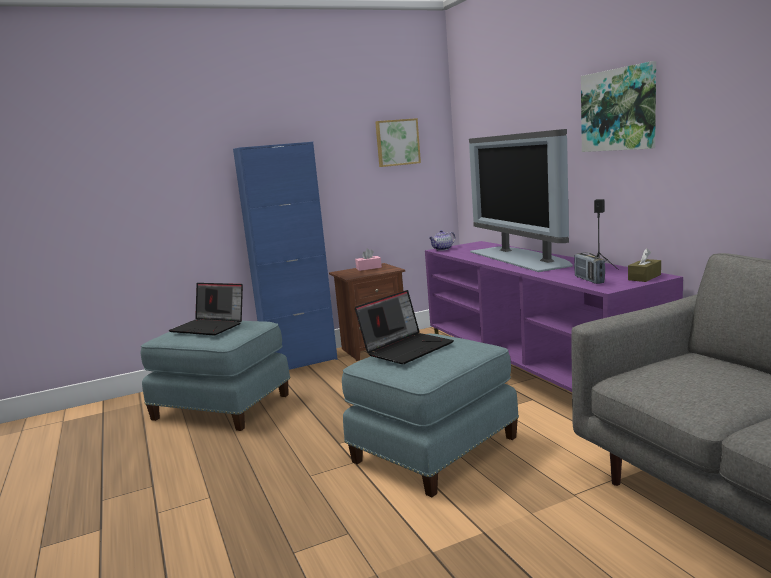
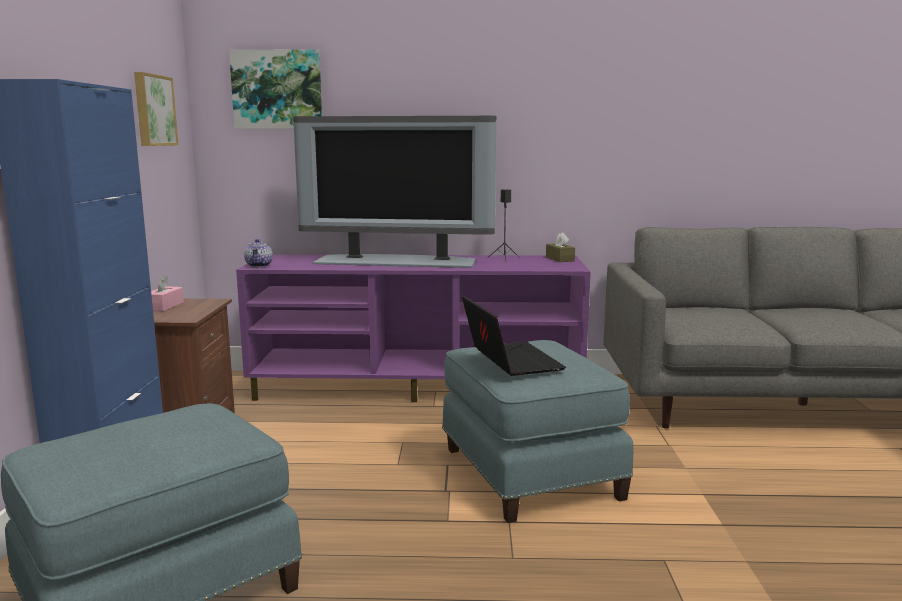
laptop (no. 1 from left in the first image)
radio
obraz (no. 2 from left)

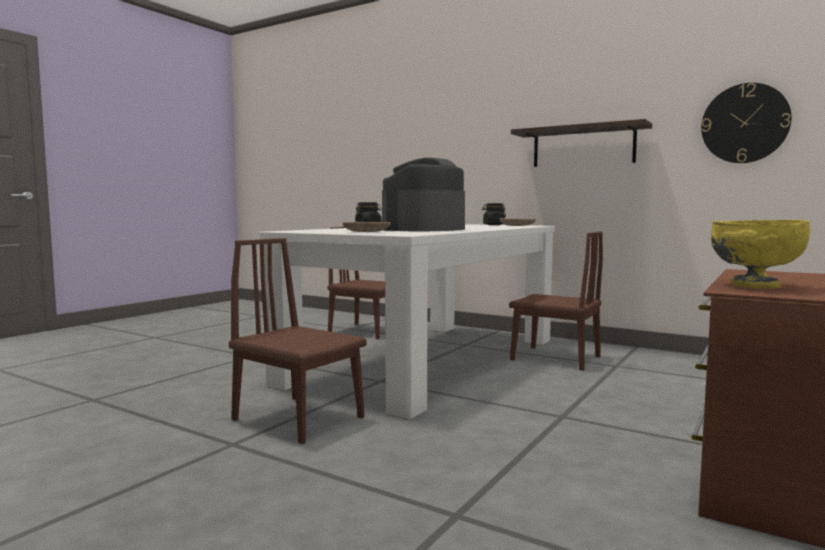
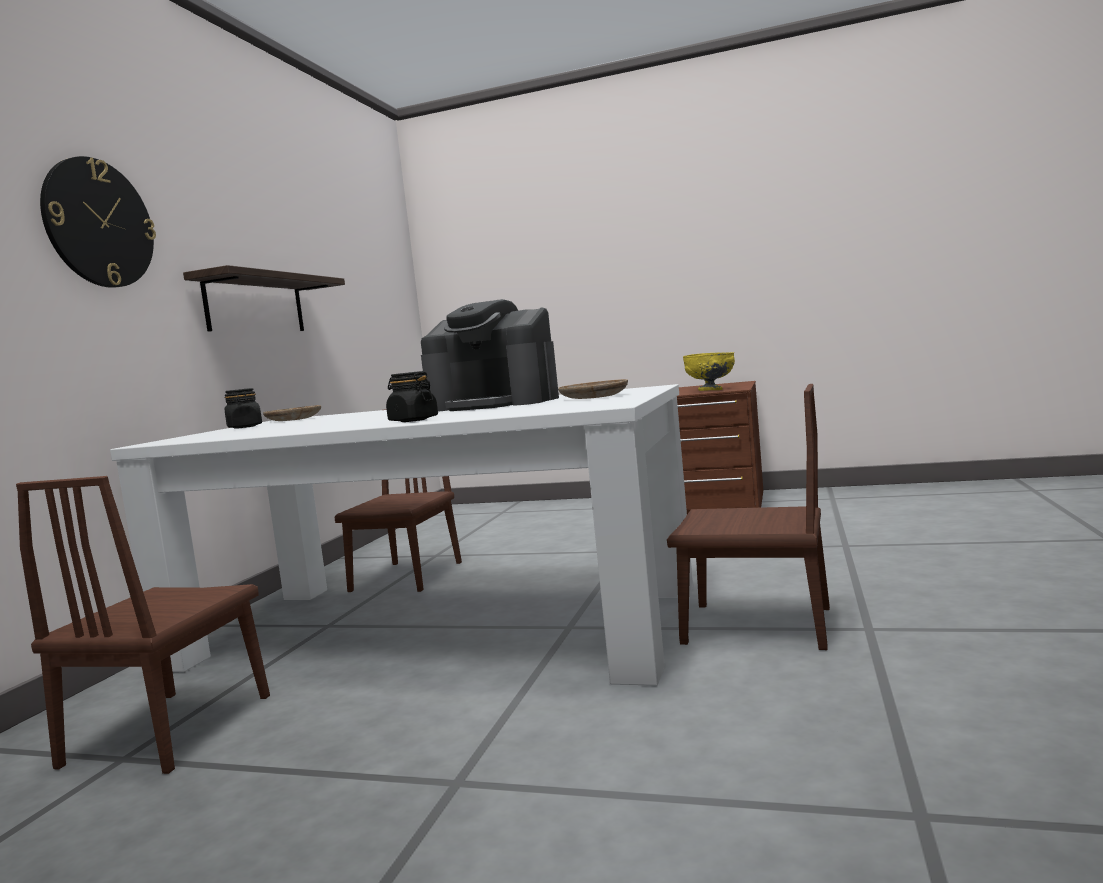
krzesło (brązowy) (no. 3 from left)
zegar ścienny

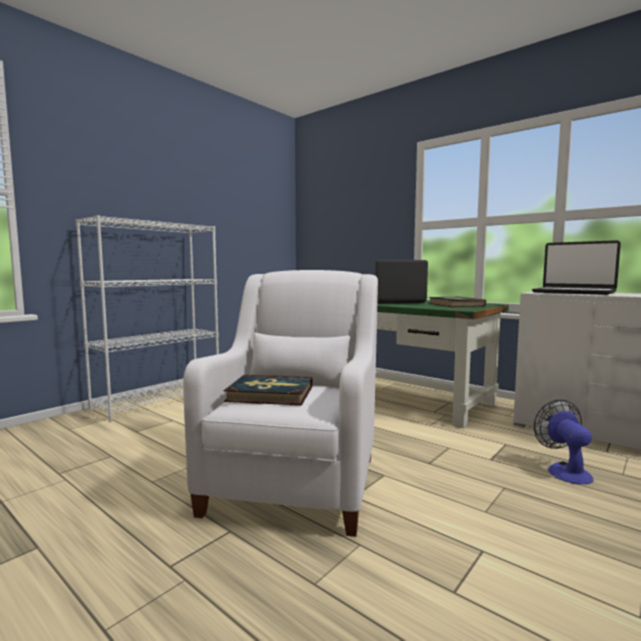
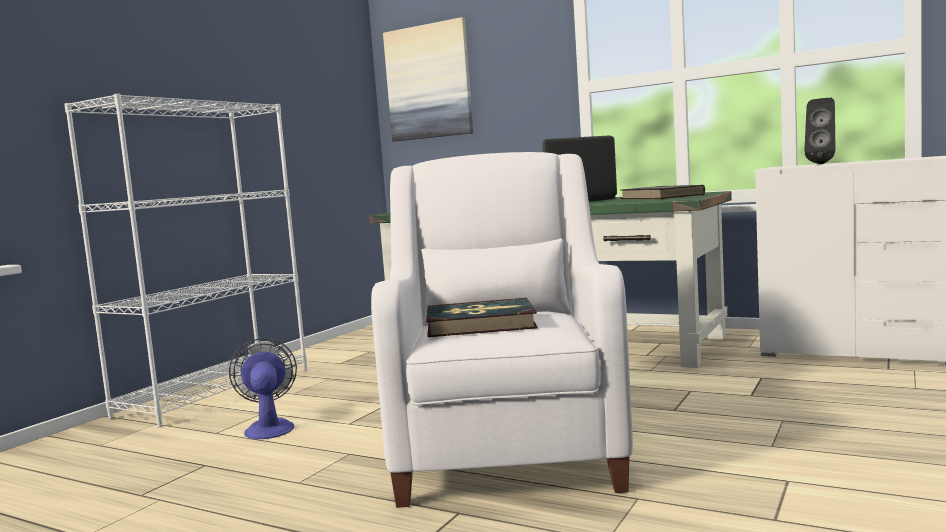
głośnik (czarny)
wentylator
obraz

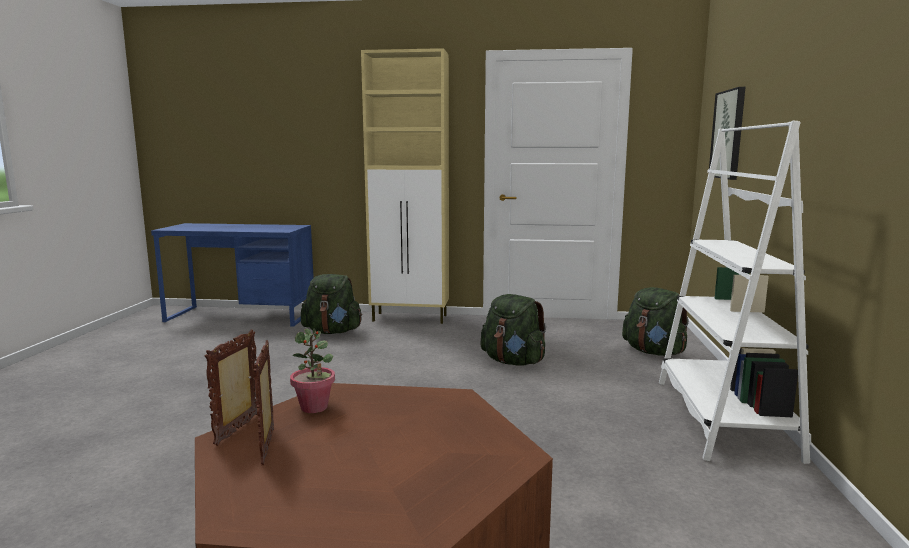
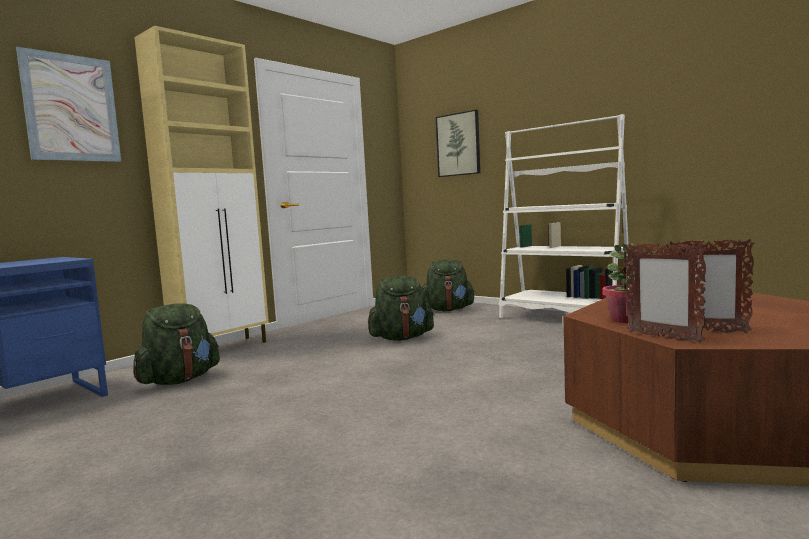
obraz (no. 1 from left)

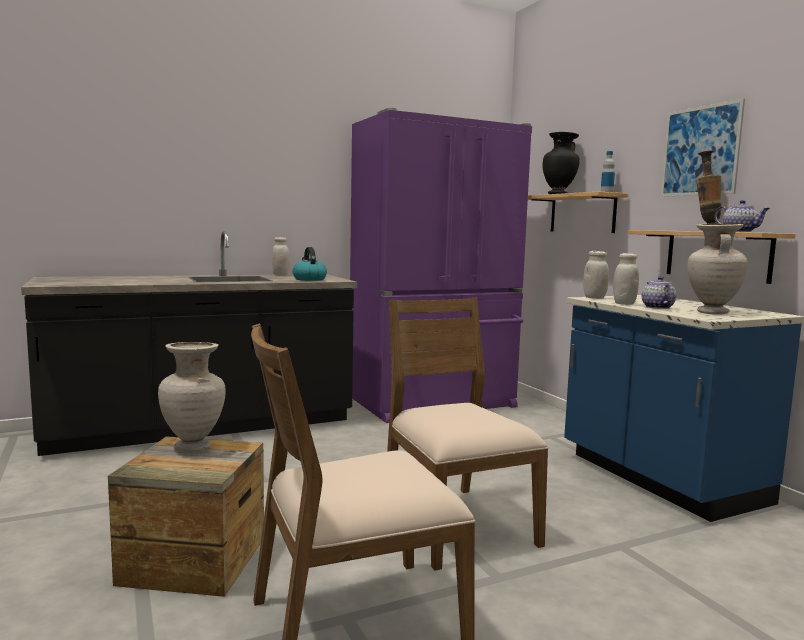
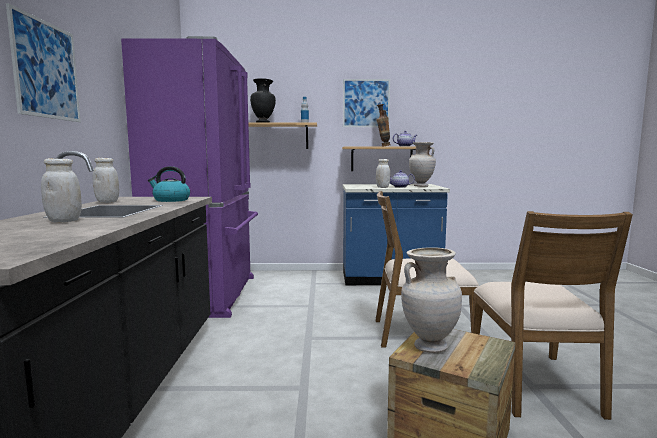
słoik (biały) (no. 1 from left)
obraz (no. 1 from left)

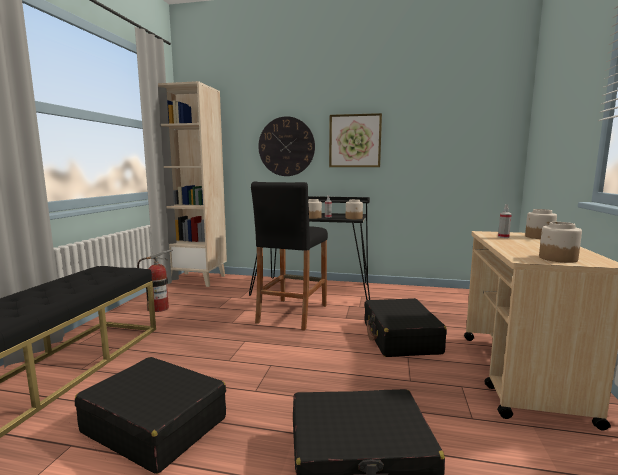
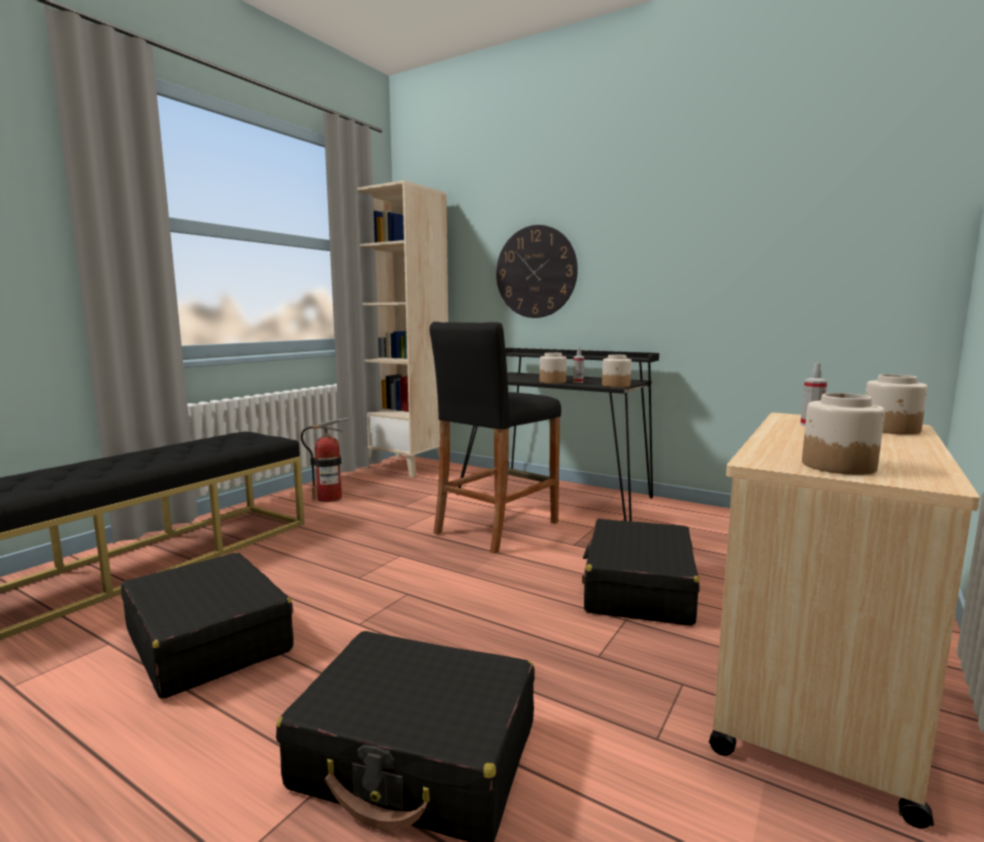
obraz

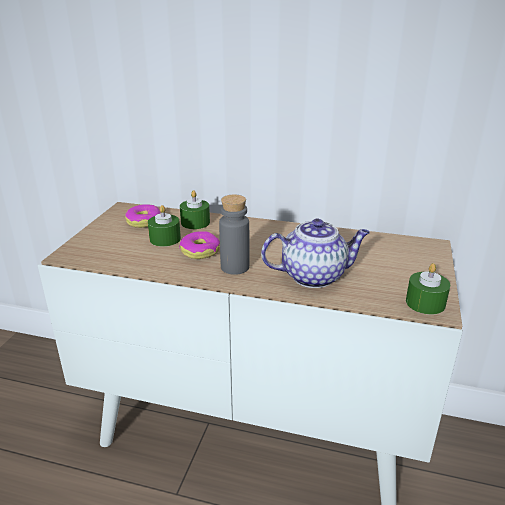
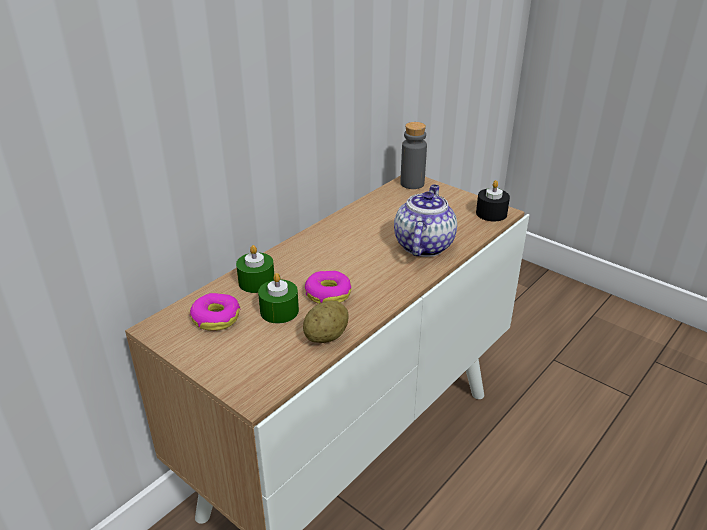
butelka (szary)
świeca (czarny)
ziemniak

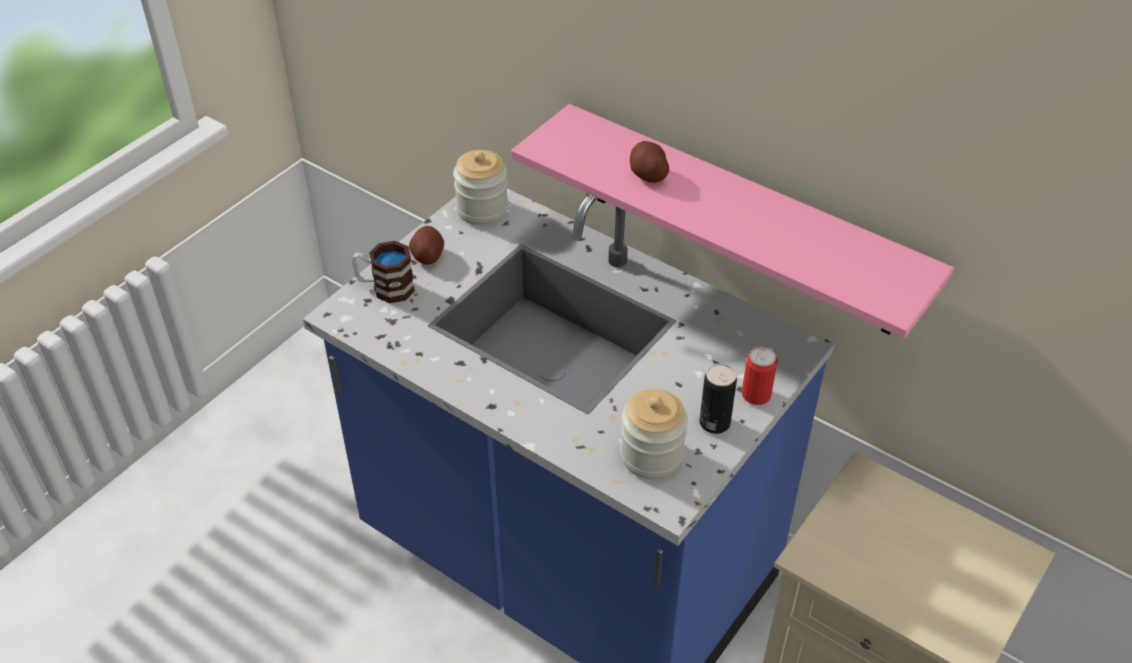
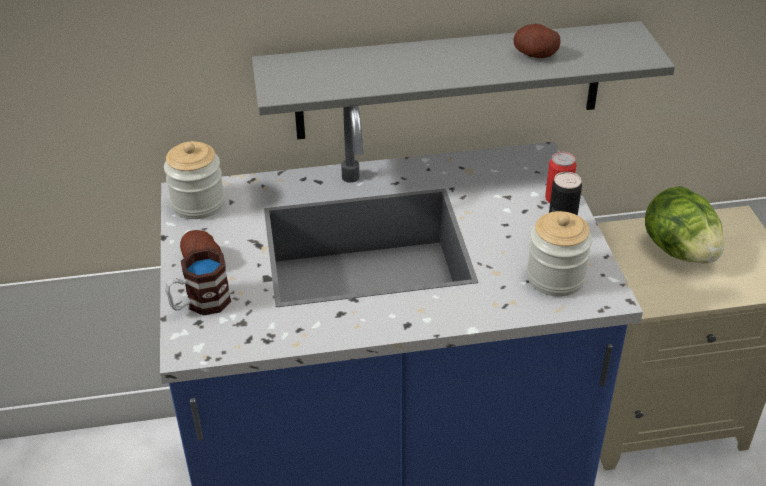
półka (szary)
ziemniak (no. 2 from left)
sałata

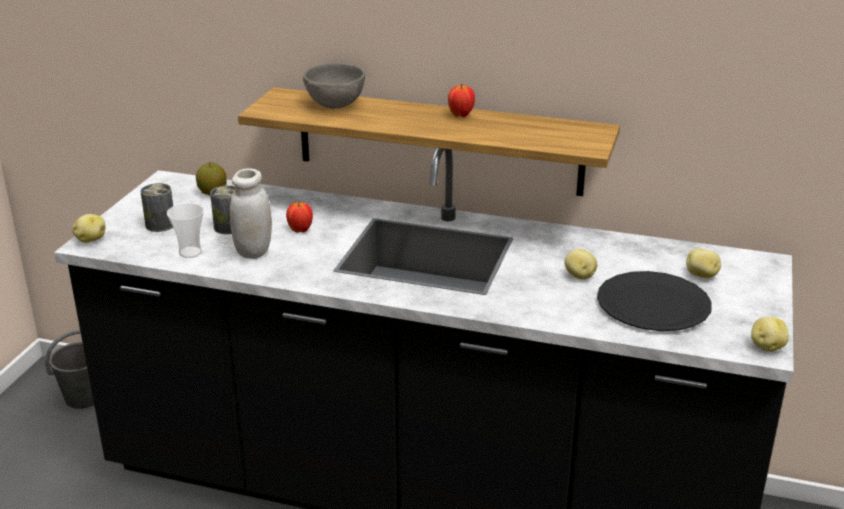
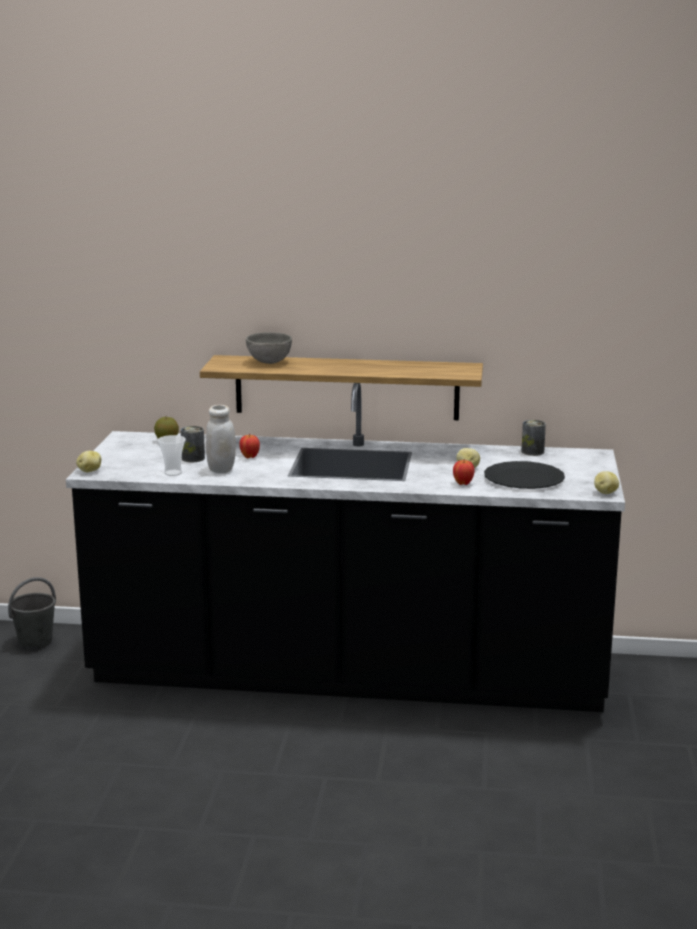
puszka (no. 2 from left)
jabłko (no. 3 from left)
ziemniak (no. 3 from left in the first image)

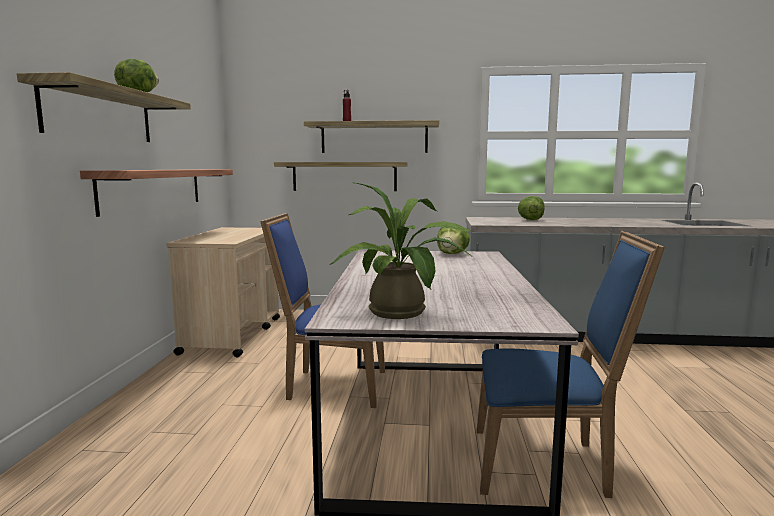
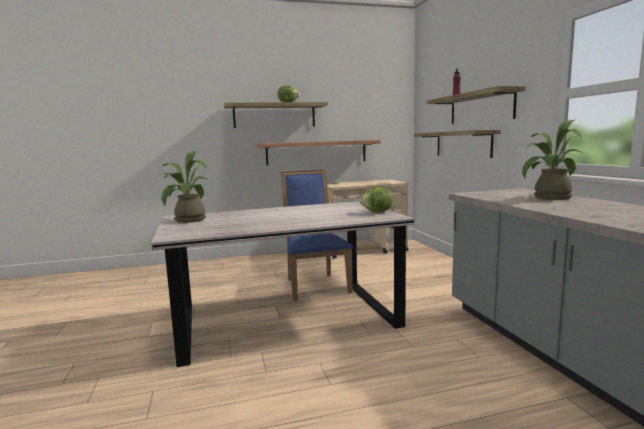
krzesło (niebieski) (no. 2 from left in the first image)
roślina doniczkowa (no. 2 from left)

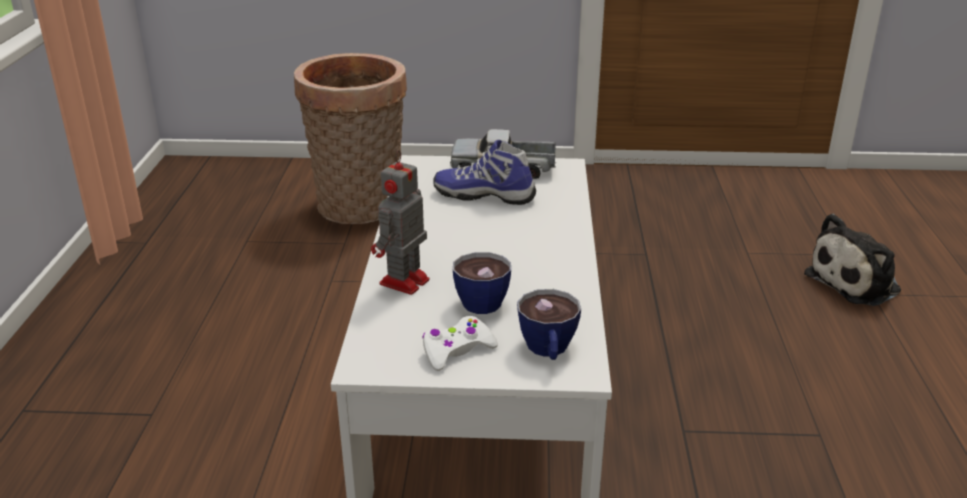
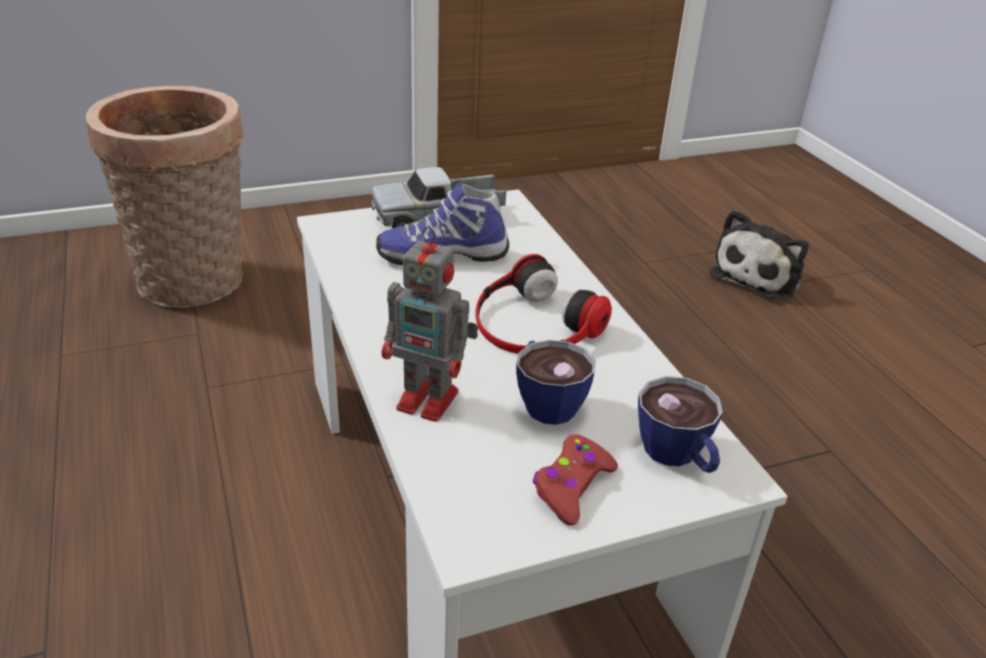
robot zabawkowy
pad do gier (czerwony)
słuchawki

